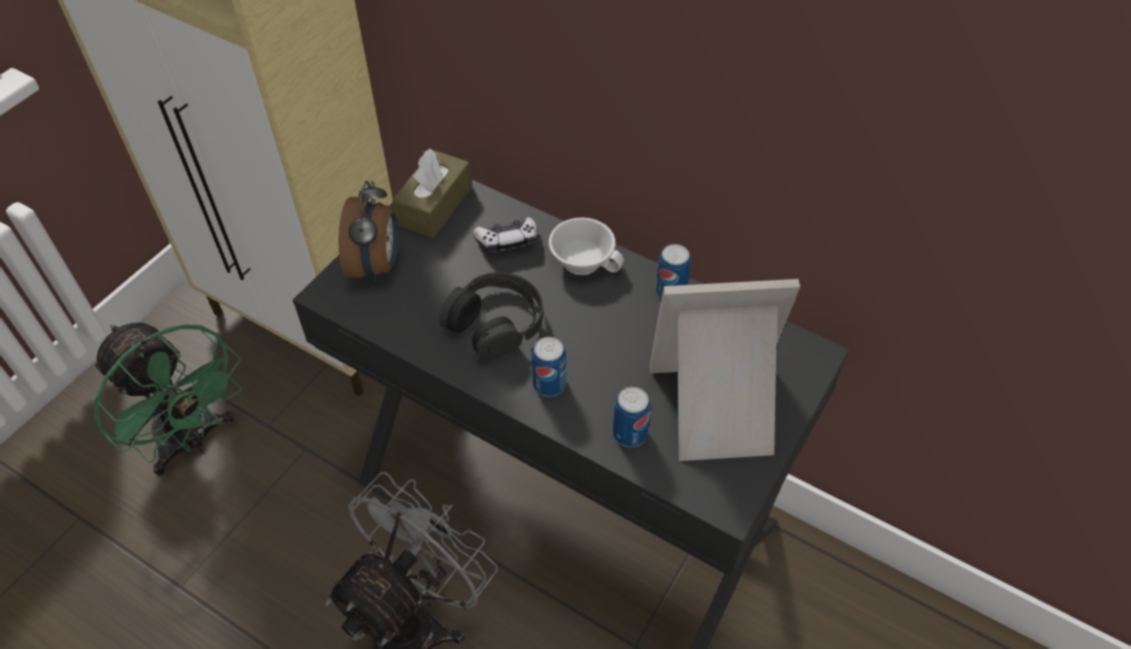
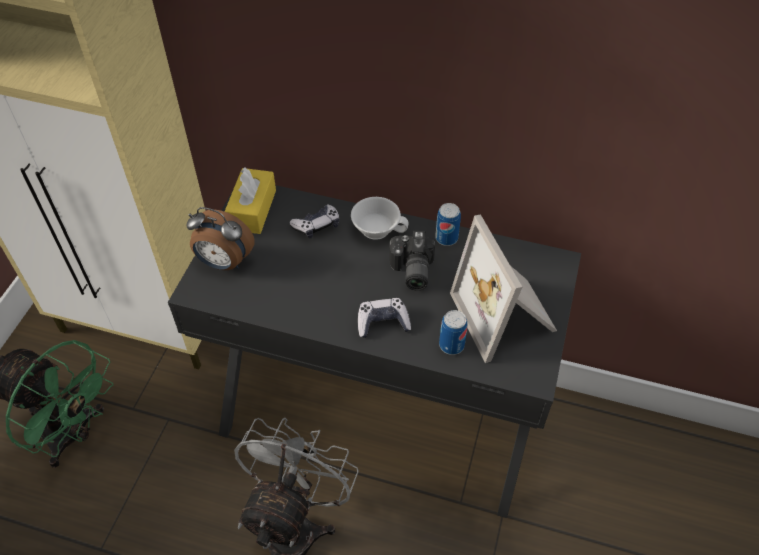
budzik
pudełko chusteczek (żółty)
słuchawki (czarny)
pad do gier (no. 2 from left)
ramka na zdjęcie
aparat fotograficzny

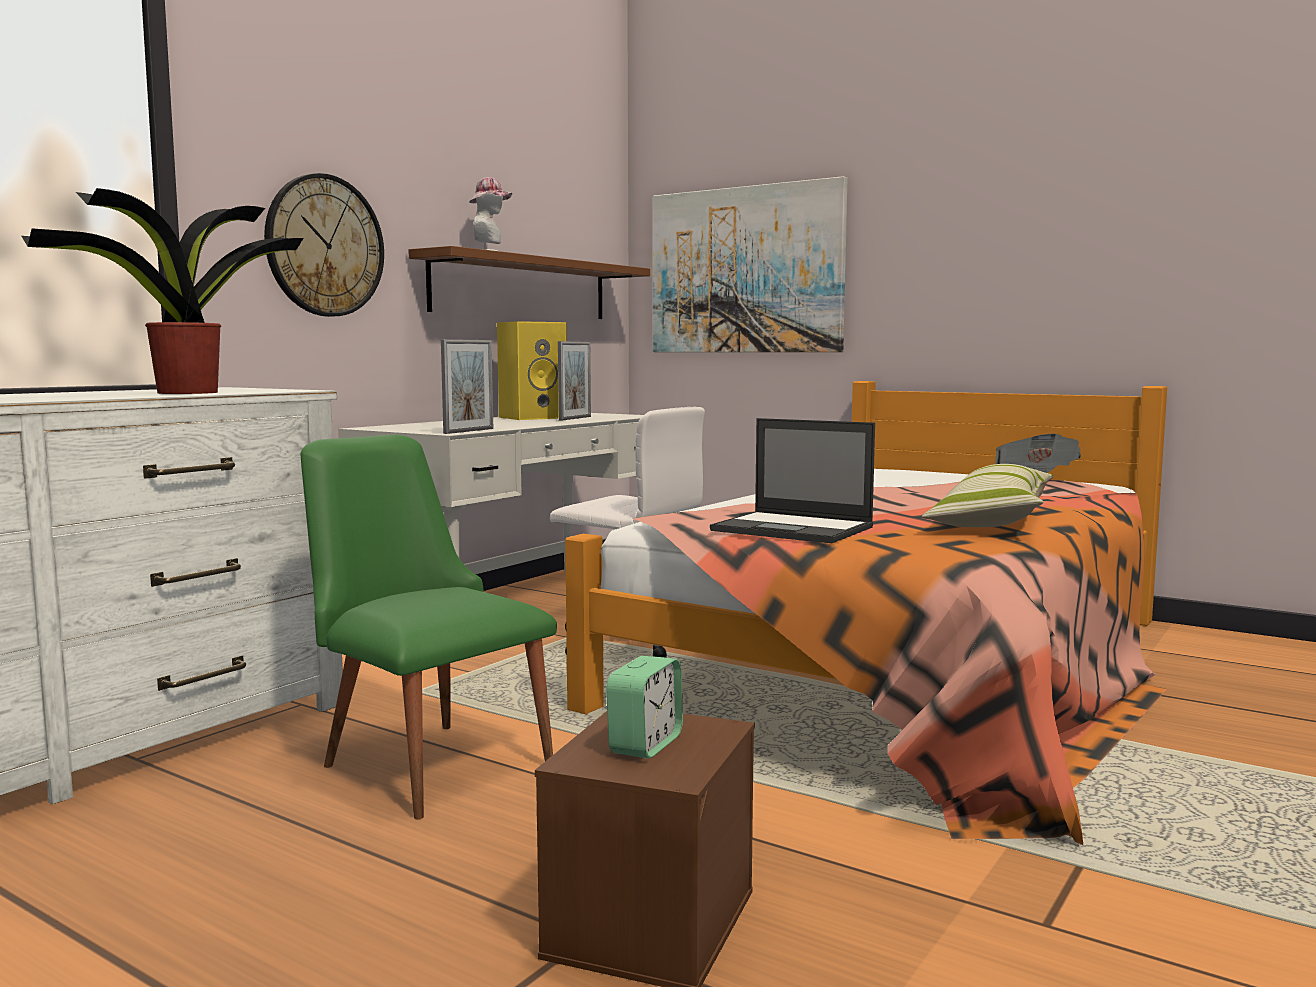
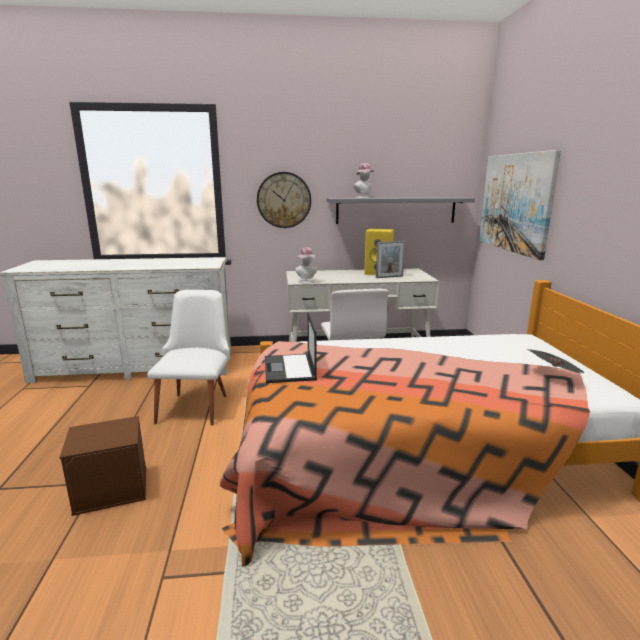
roślina doniczkowa
krzesło (biały)
półka (szary)
kapelusz (no. 1 from left)
budzik
poduszka

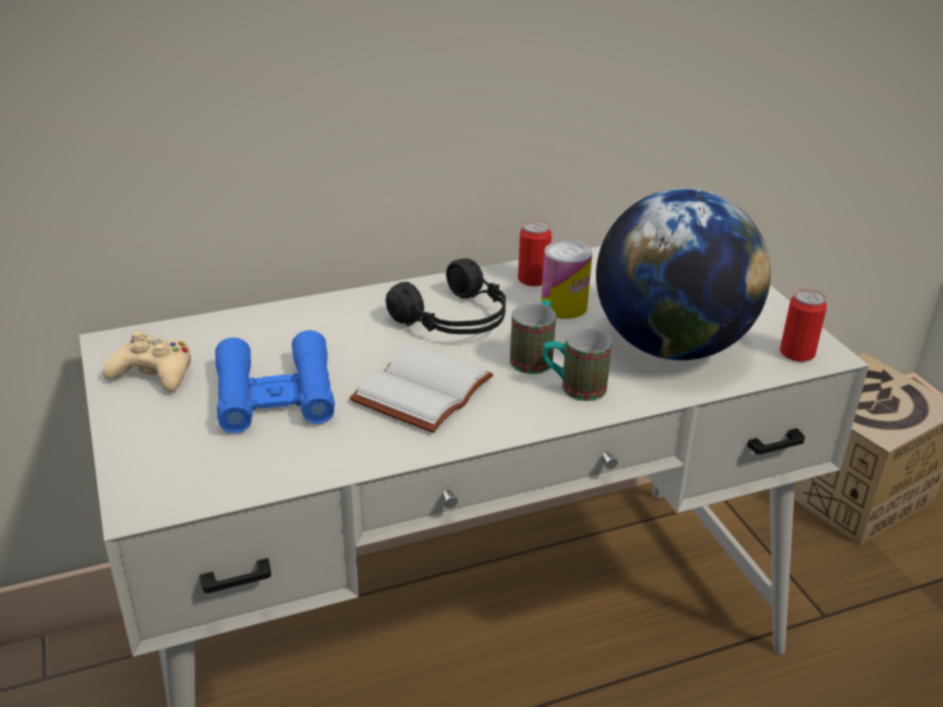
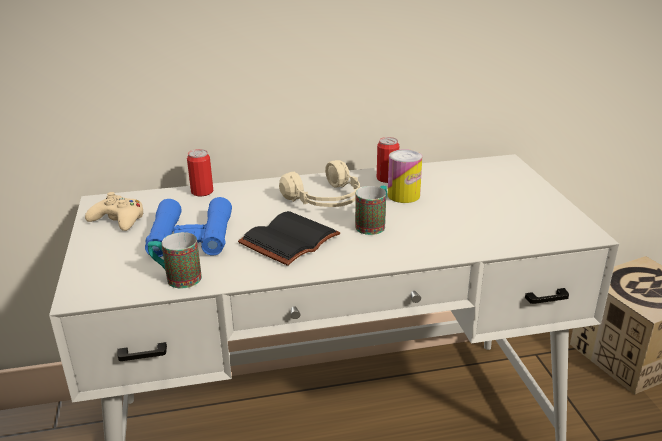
książka (czarny)
słuchawki (beżowy)
kubek (no. 1 from left)
globus
puszka (no. 1 from left)

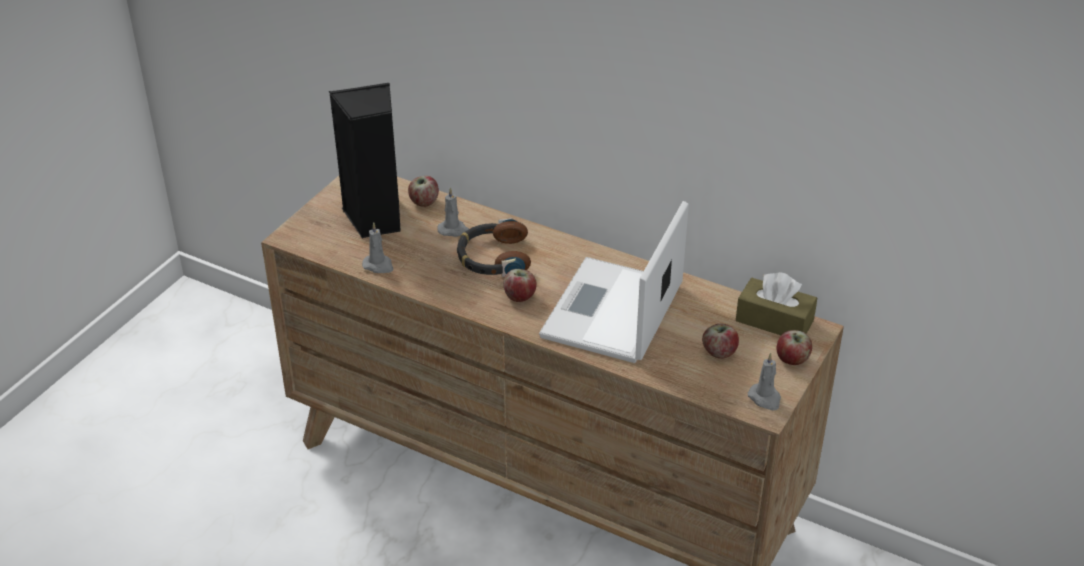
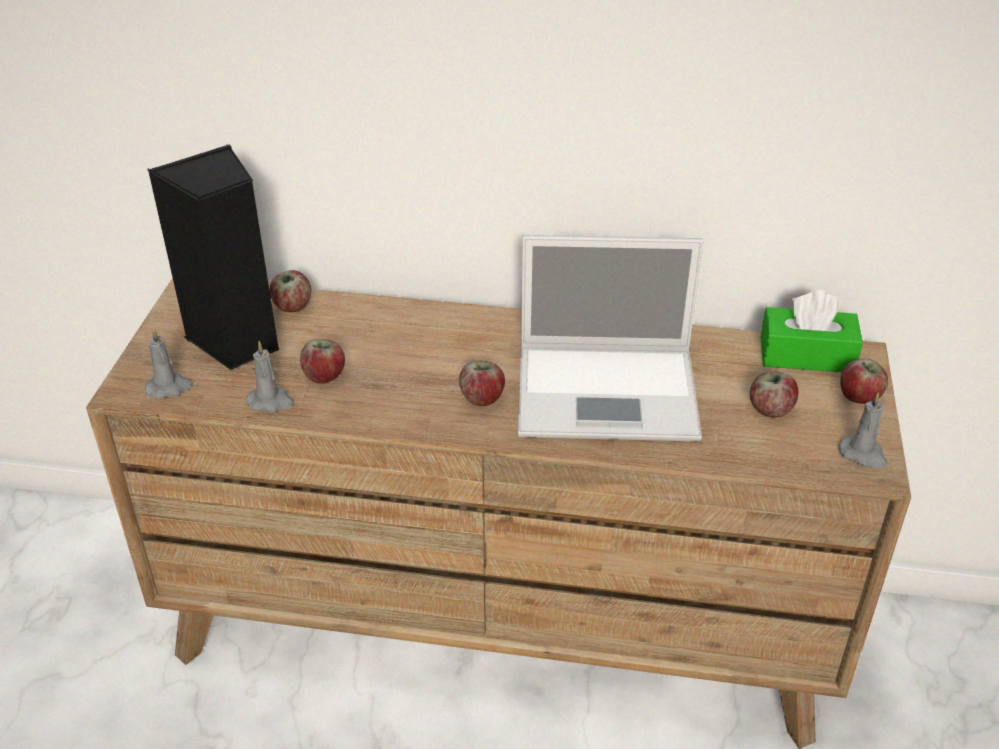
świeca (szary) (no. 1 from left)
słuchawki
laptop
pudełko chusteczek (zielony)
jabłko (no. 2 from left)

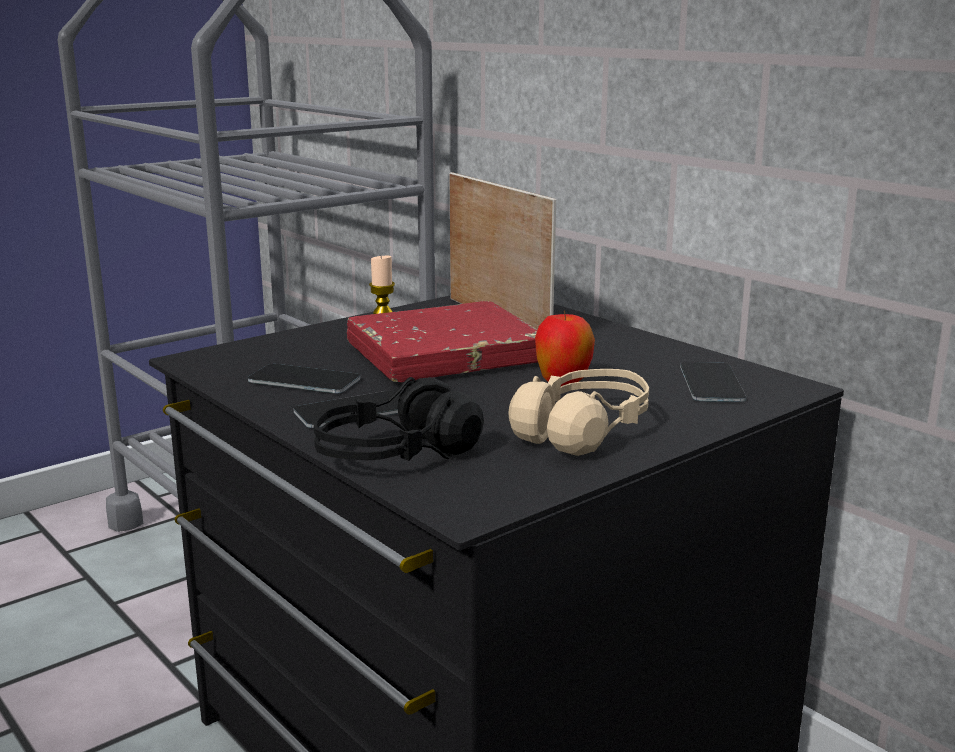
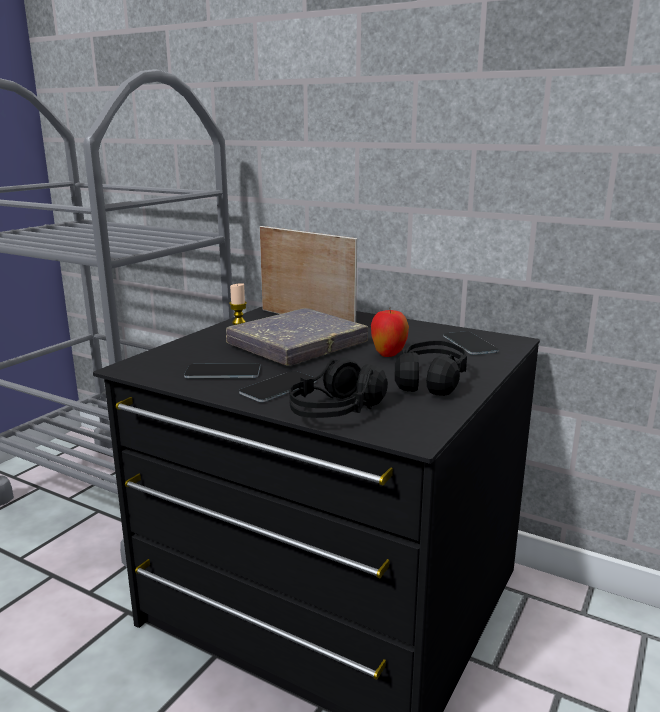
książka (szary)
słuchawki (czarny) (no. 2 from left)

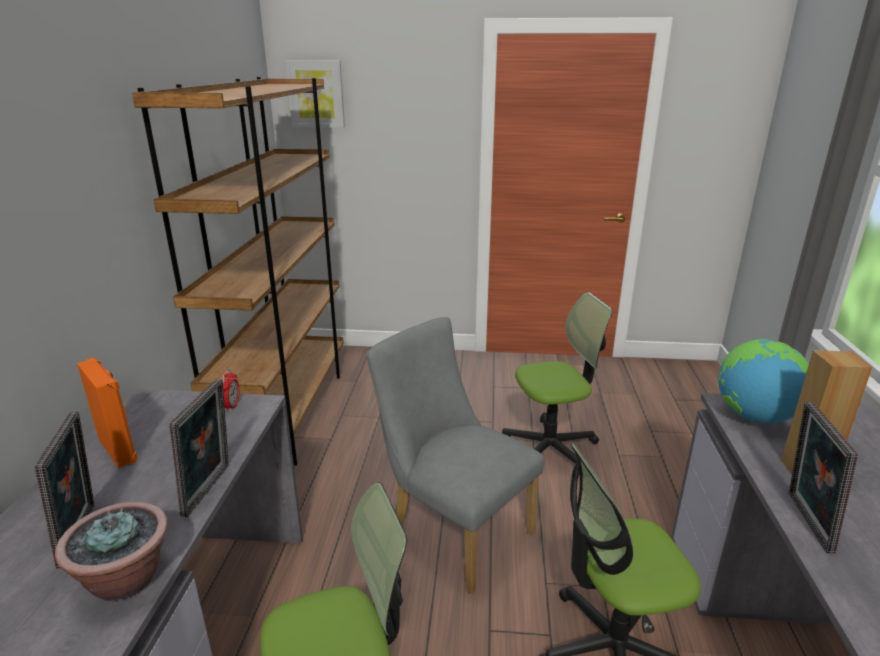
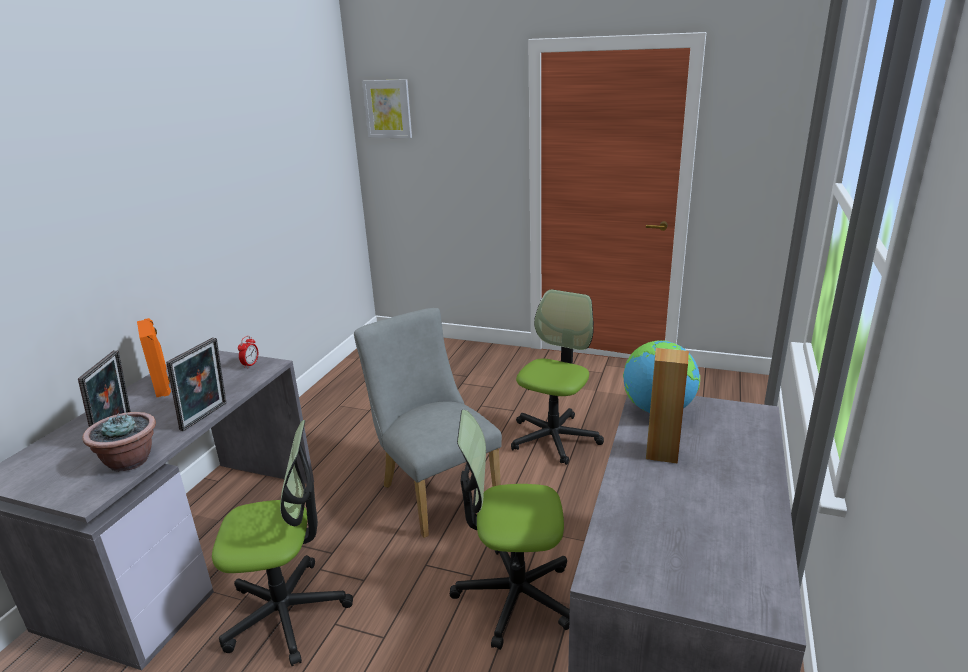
regał (brązowy)
krzesło biurowe (no. 3 from left)
ramka na zdjęcie (no. 3 from left in the first image)

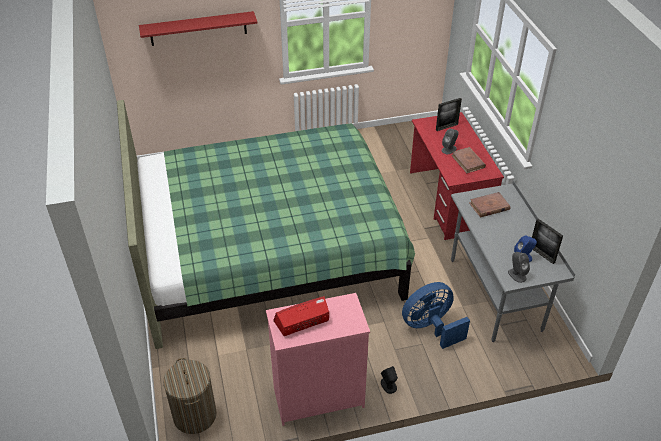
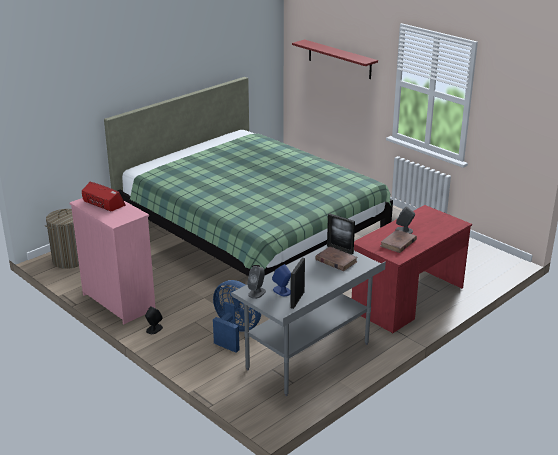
ramka na zdjęcie (no. 2 from left)

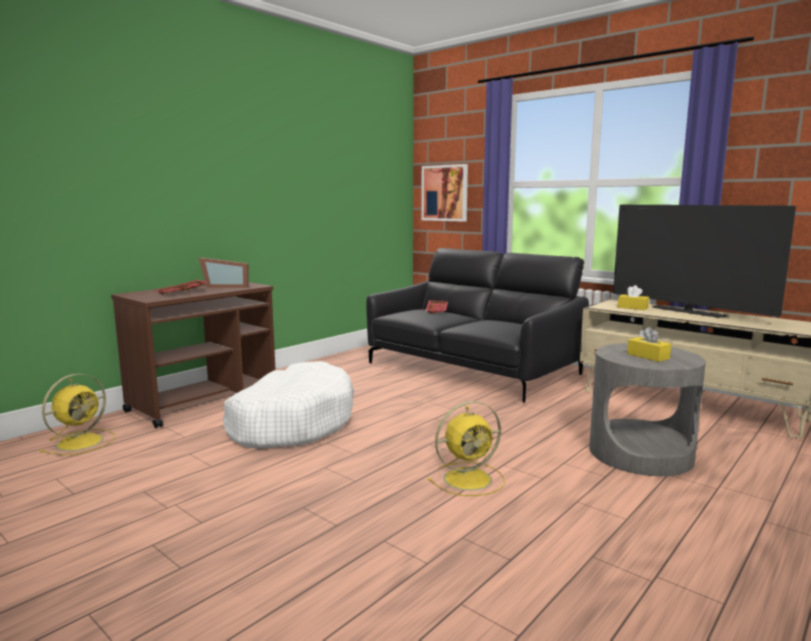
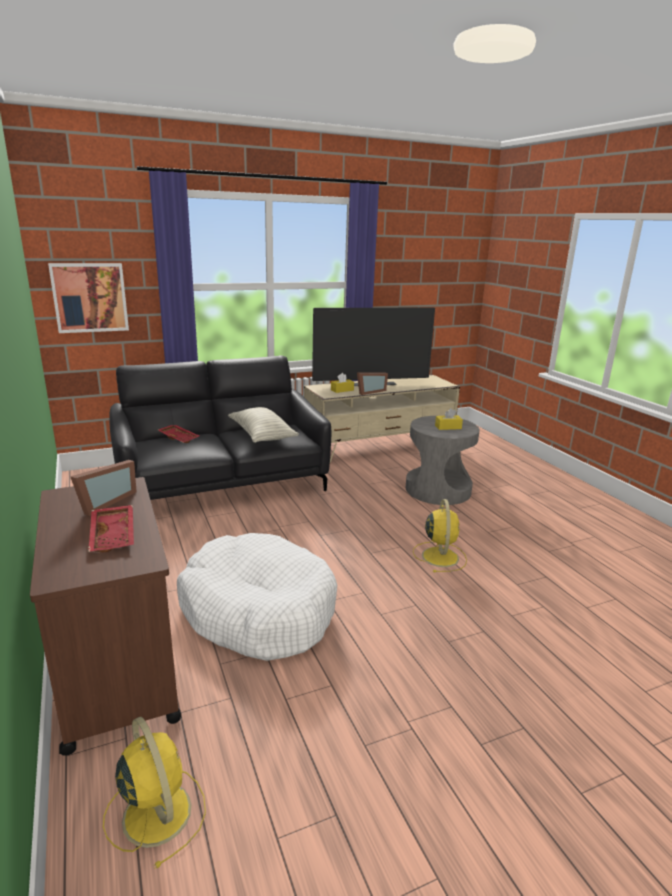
poduszka
ramka na zdjęcie (no. 2 from left)

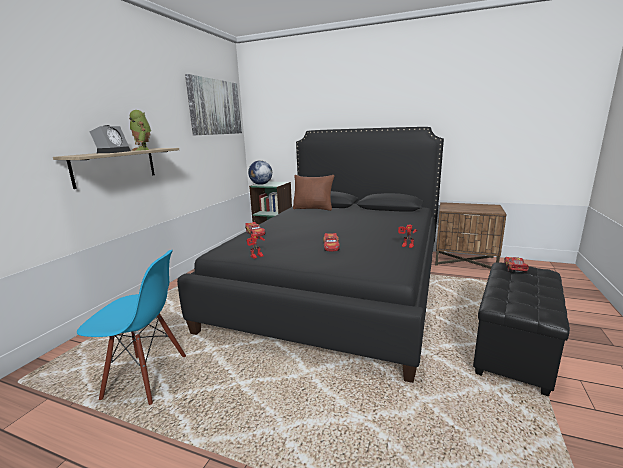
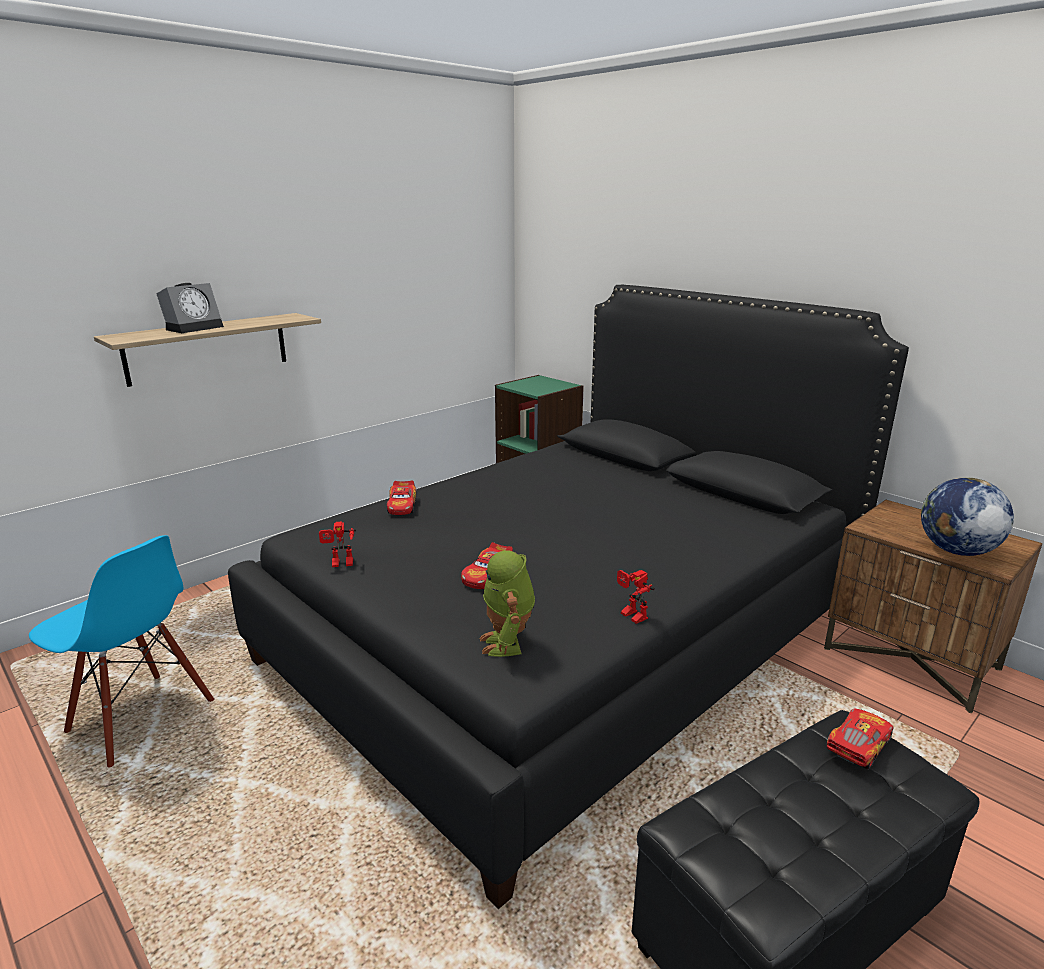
robot zabawkowy (no. 2 from left)
obraz
globus
poduszka (brązowy)

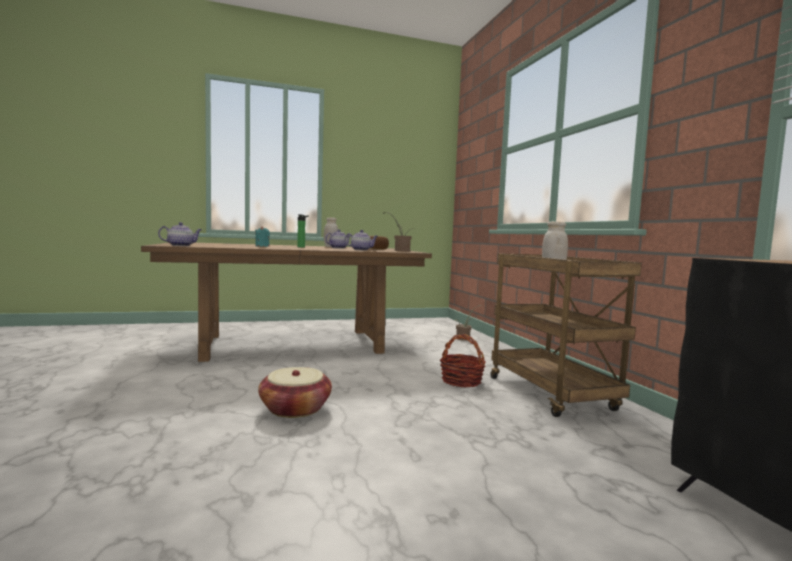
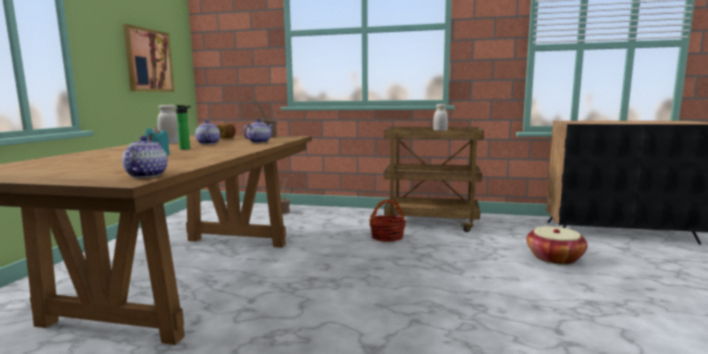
koszyk (no. 2 from left)
obraz

